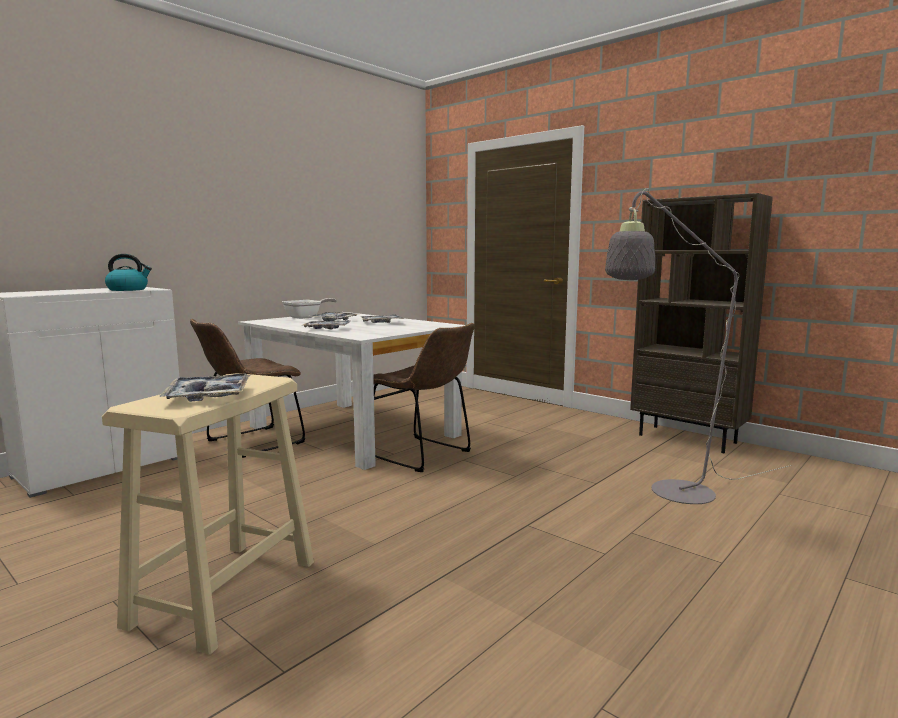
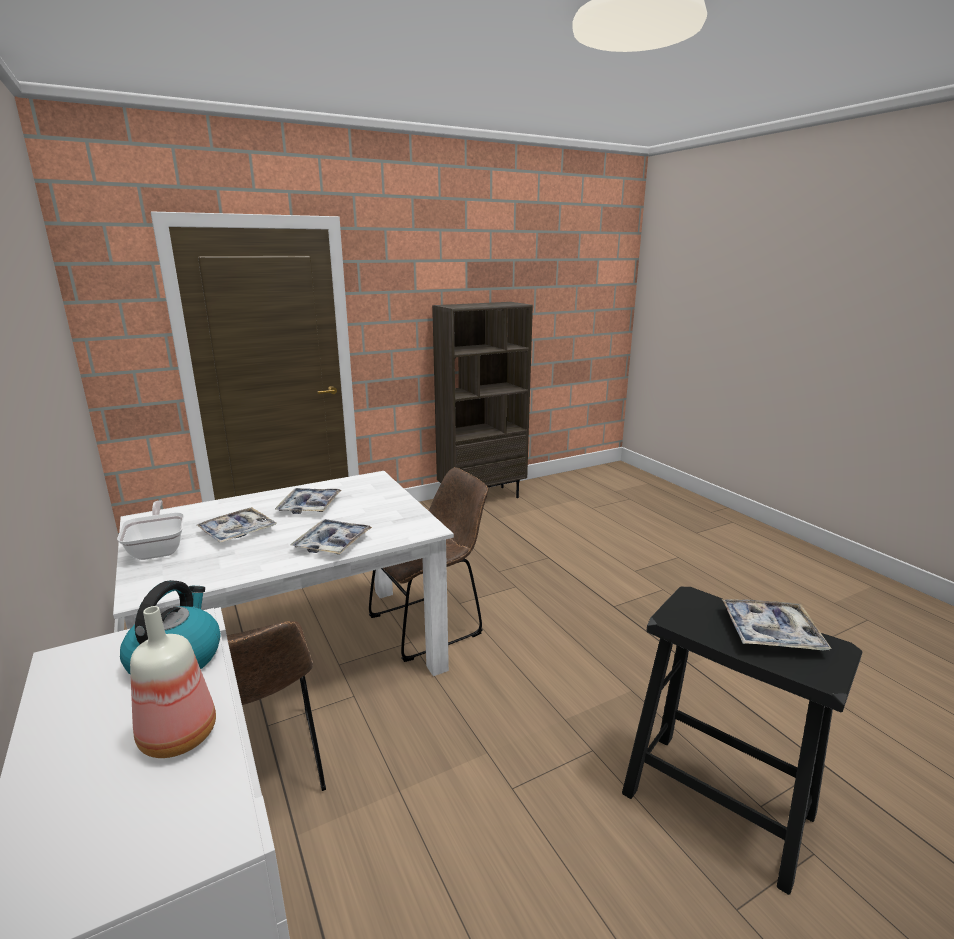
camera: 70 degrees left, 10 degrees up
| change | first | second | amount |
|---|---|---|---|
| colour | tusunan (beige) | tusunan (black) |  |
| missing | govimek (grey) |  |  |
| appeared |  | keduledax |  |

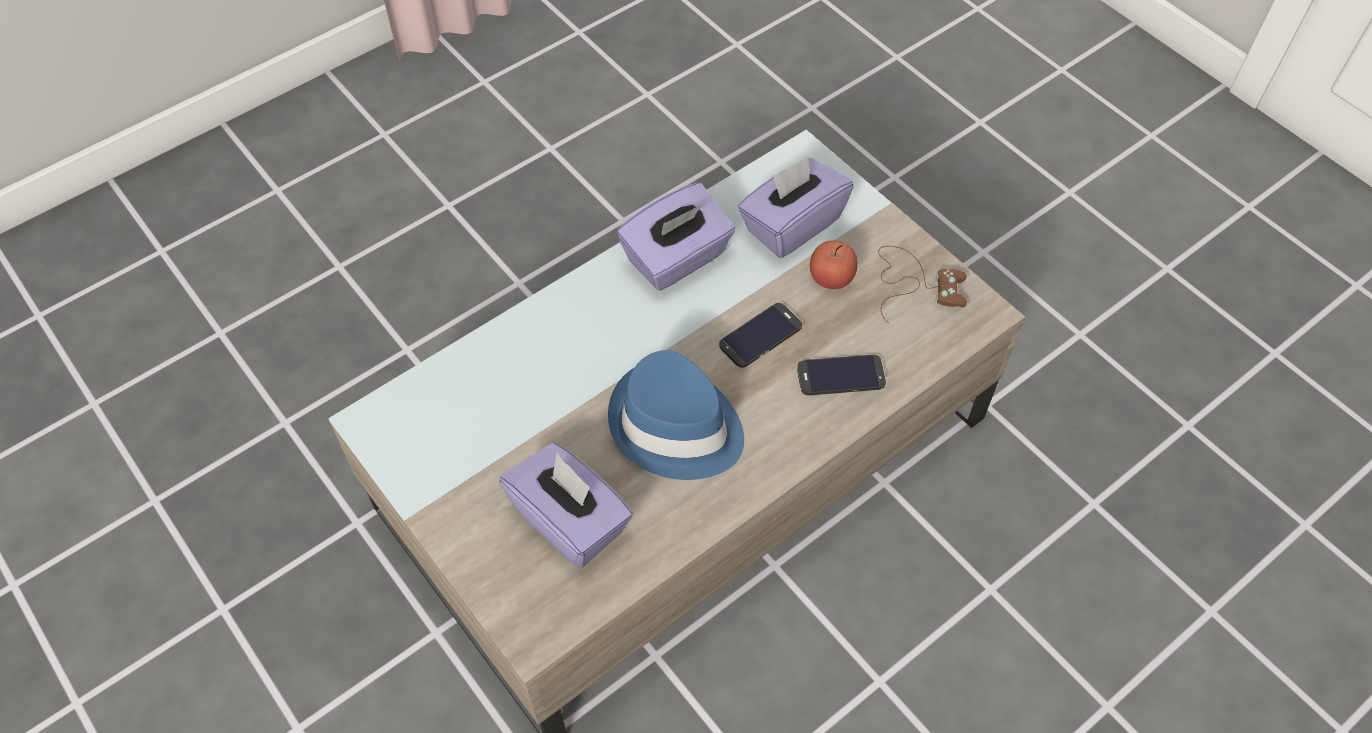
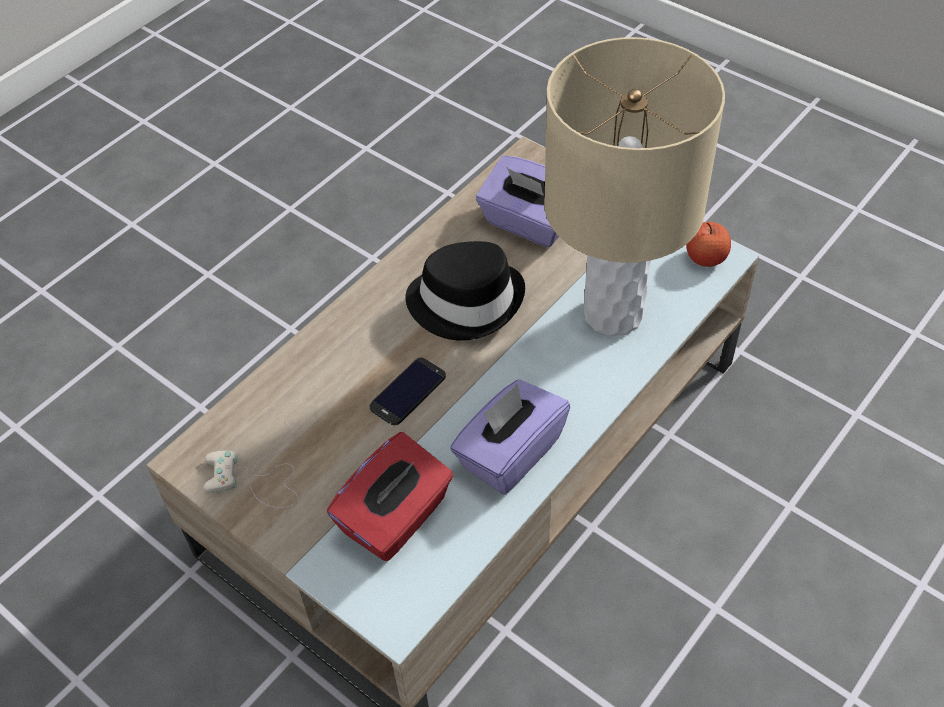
camera: 170 degrees right, 5 degrees down
| change | first | second | amount |
|---|---|---|---|
| colour | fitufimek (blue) | fitufimek (black) |  |
| colour | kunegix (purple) (no. 3 from left) | kunegix (red) |  |
| missing | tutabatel (no. 2 from left) |  |  |
| relocated | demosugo |  |  |
| colour | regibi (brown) | regibi (white) |  |
| appeared |  | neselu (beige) |  |

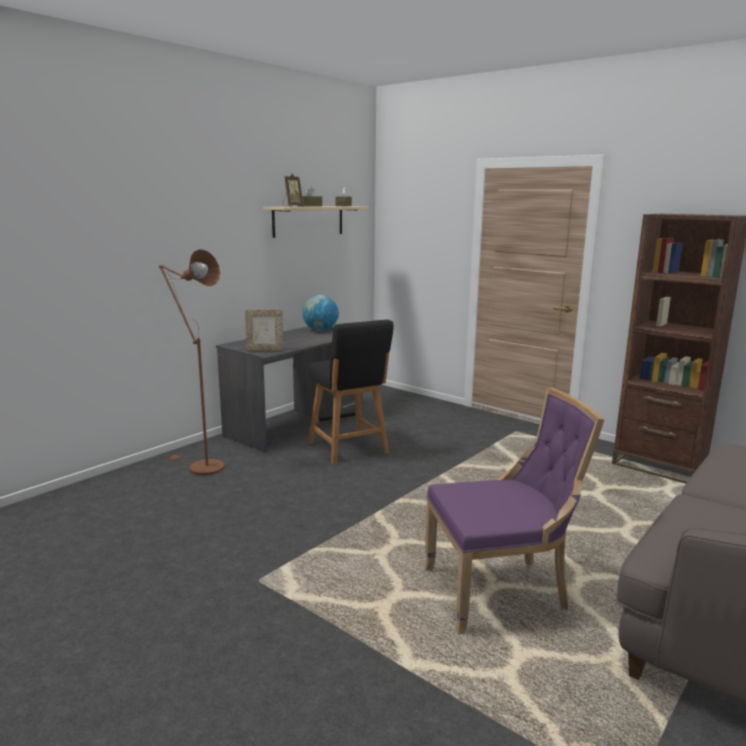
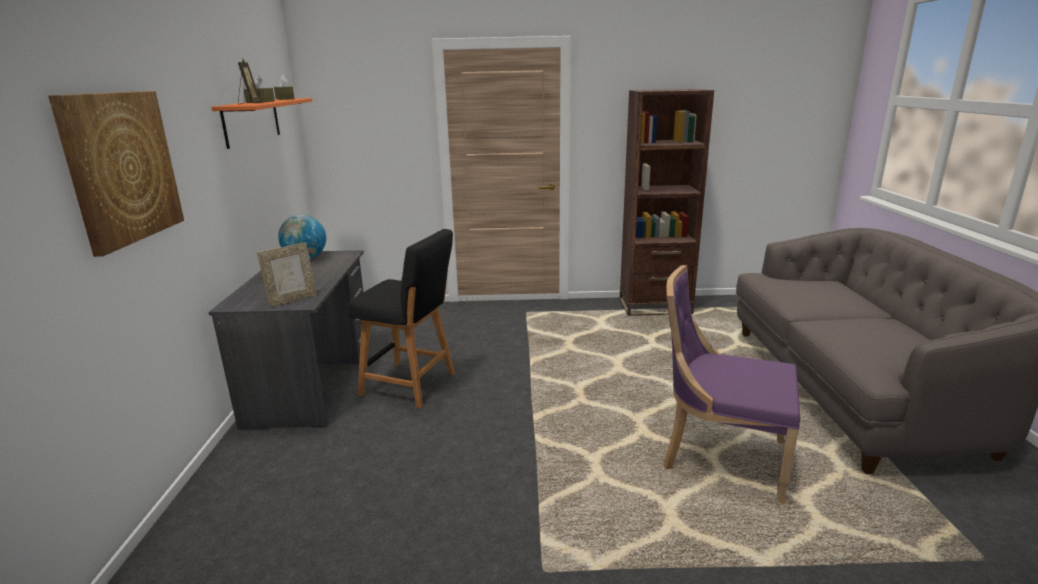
camera: 40 degrees left, 5 degrees up
| change | first | second | amount |
|---|---|---|---|
| missing | govimek (brown) |  |  |
| colour | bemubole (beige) | bemubole (orange) |  |
| spun | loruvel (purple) |  | 105 degrees counterclockwise |
| appeared |  | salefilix |  |

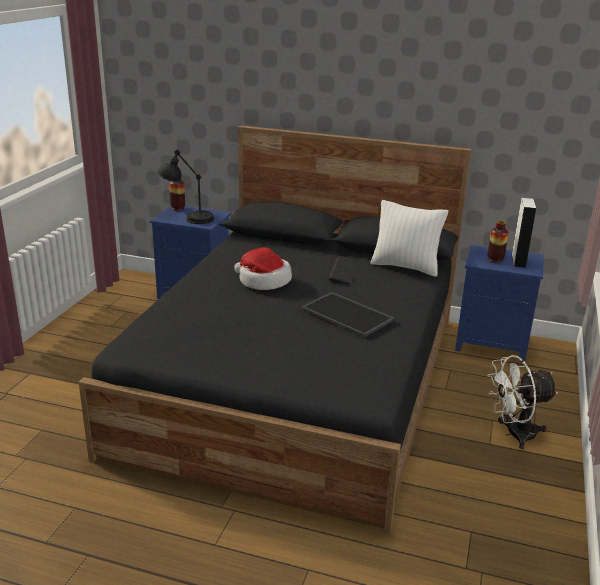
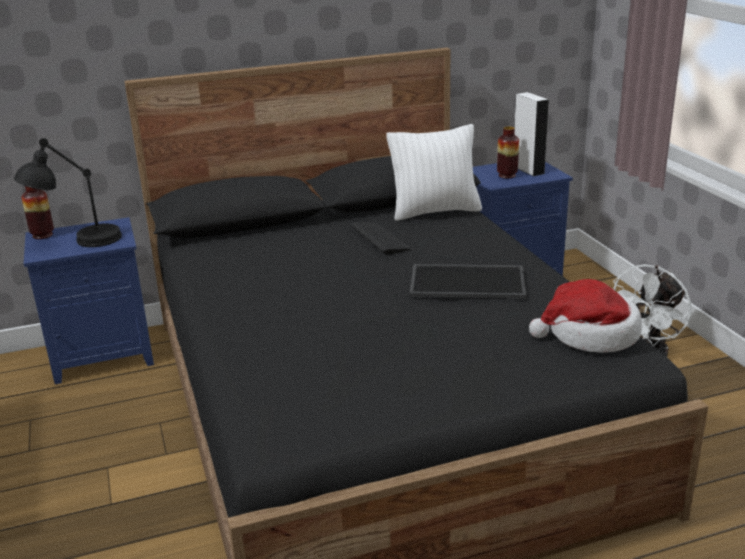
camera: 35 degrees left, 0 degrees up
| change | first | second | amount |
|---|---|---|---|
| relocated | fitufimek |  |  |

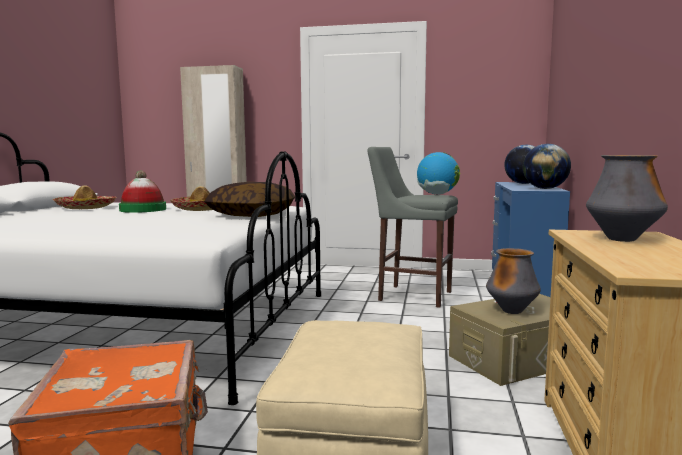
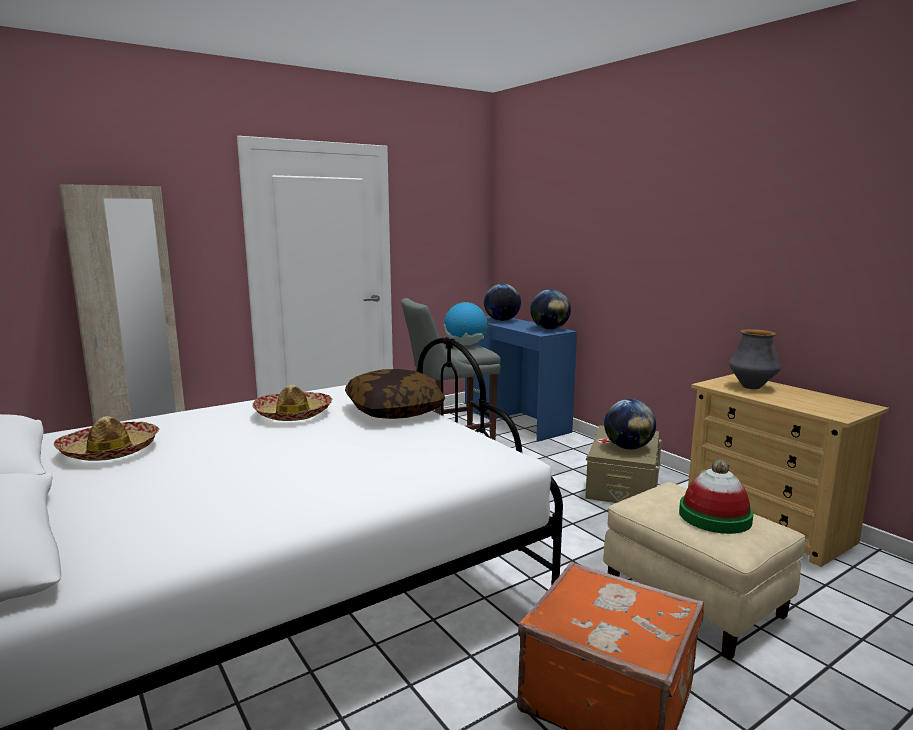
camera: 45 degrees left, 5 degrees up
| change | first | second | amount |
|---|---|---|---|
| relocated | fitufimek (no. 2 from left in the first image) | fitufimek (no. 3 from left) |  |
| exchanged | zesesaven (no. 1 from left) | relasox (no. 4 from left) |  |

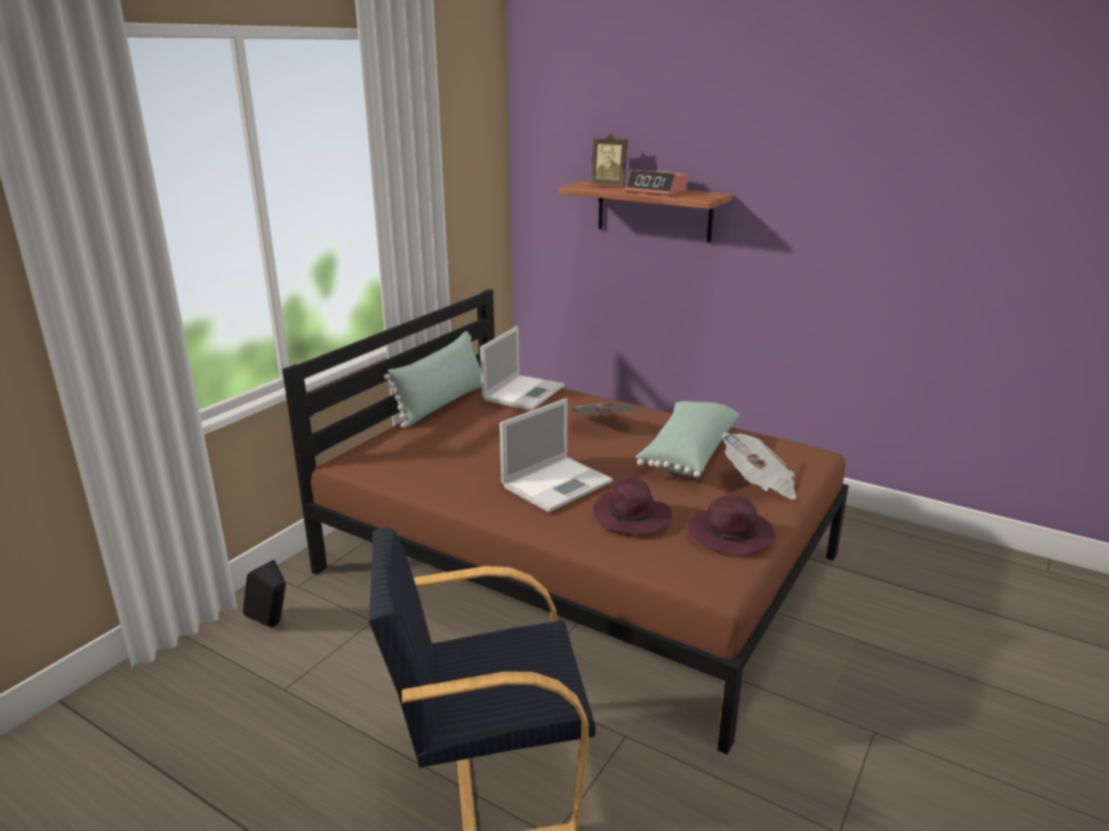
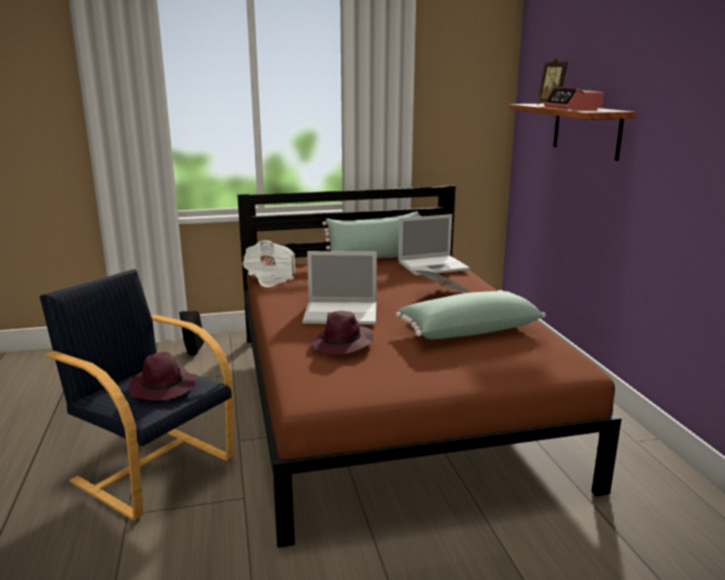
camera: 45 degrees right, 5 degrees down
| change | first | second | amount |
|---|---|---|---|
| relocated | fitufimek (purple) (no. 2 from left in the first image) | fitufimek (purple) (no. 1 from left) |  |
| relocated | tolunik (no. 2 from left in the first image) | tolunik (no. 1 from left) |  |

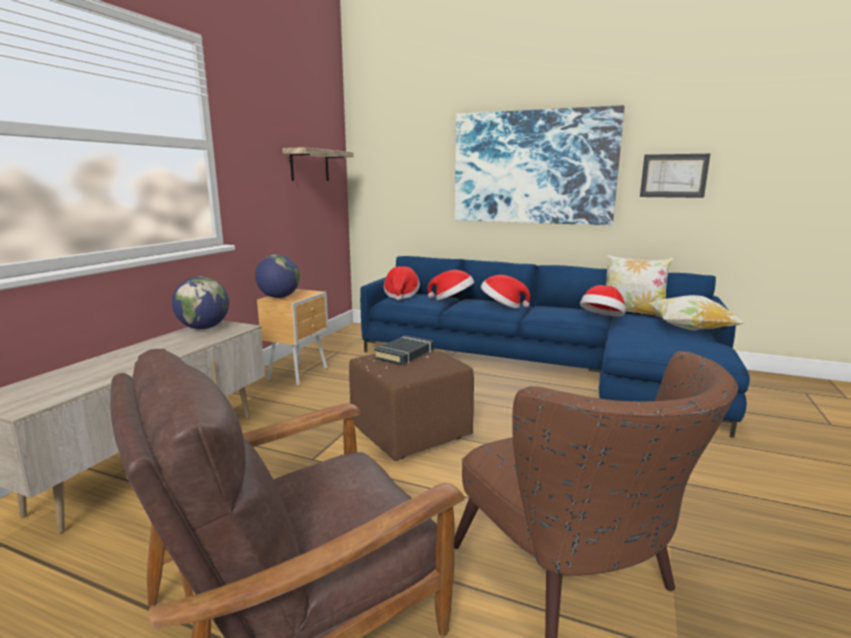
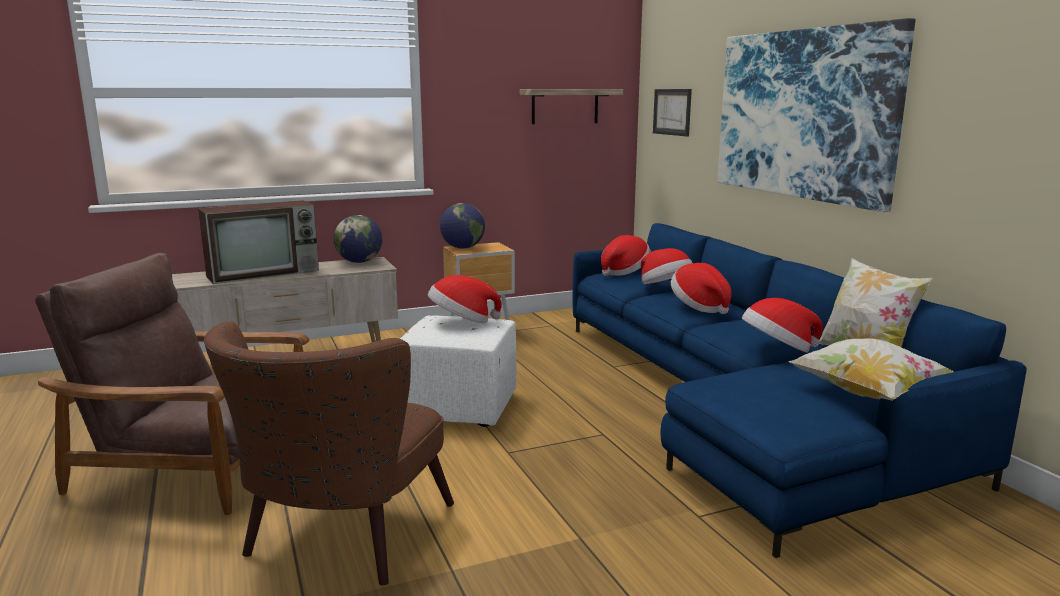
camera: 45 degrees right, 0 degrees up
| change | first | second | amount |
|---|---|---|---|
| colour | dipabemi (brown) | dipabemi (white) |  |
| exchanged | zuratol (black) | fitufimek (no. 1 from left) |  |
| relocated | salefilix (no. 2 from left in the first image) | salefilix (no. 1 from left) |  |
| appeared |  | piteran |  |

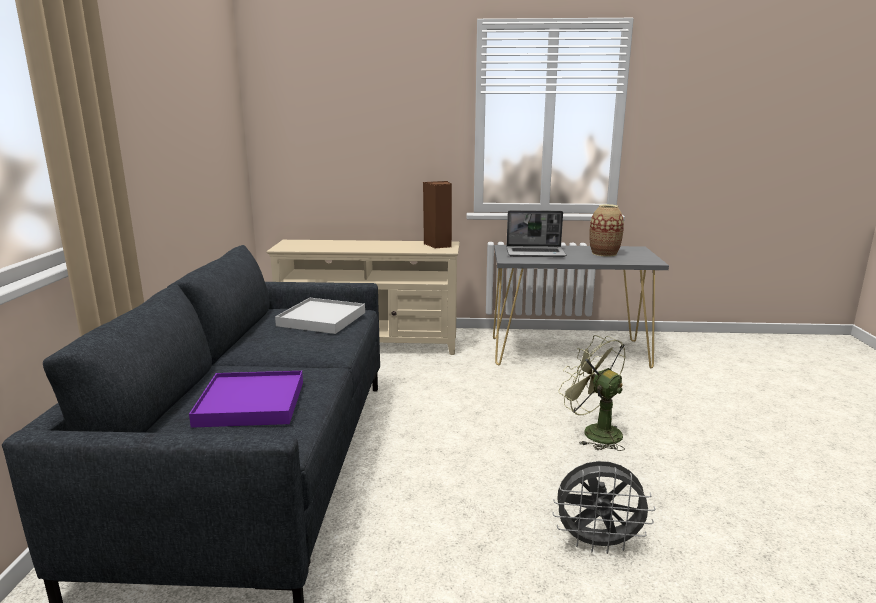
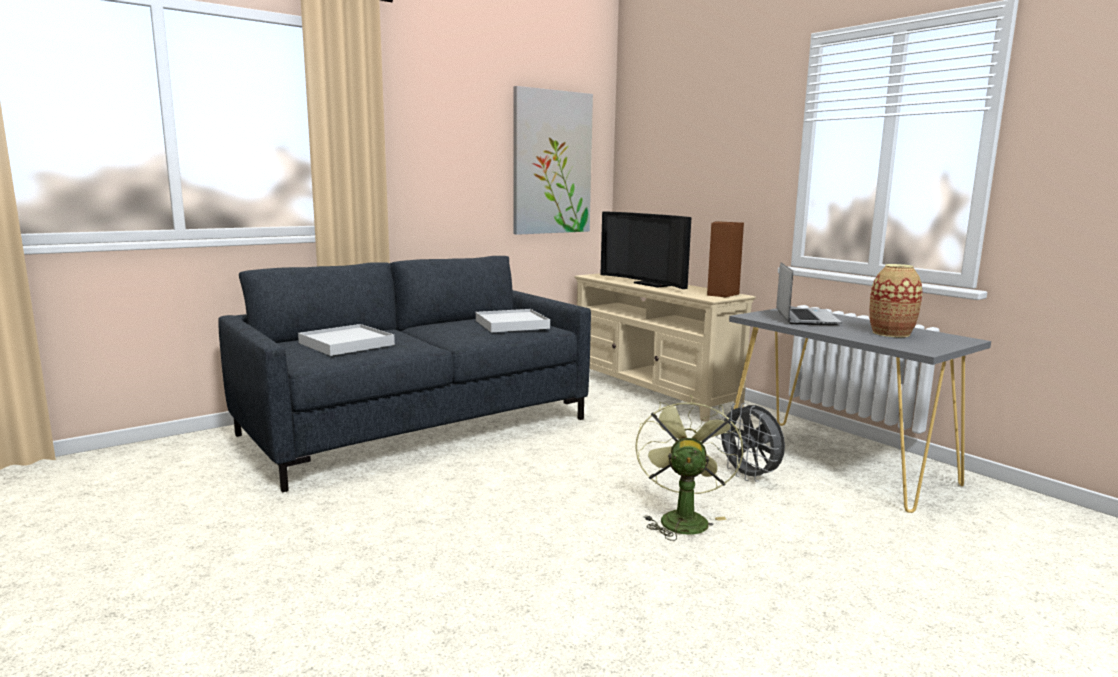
camera: 50 degrees right, 5 degrees down
| change | first | second | amount |
|---|---|---|---|
| colour | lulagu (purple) | lulagu (white) (no. 1 from left) |  |
| spun | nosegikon |  | 135 degrees counterclockwise |
| relocated | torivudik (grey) |  |  |
| appeared |  | salefilix |  |
| appeared |  | piteran |  |

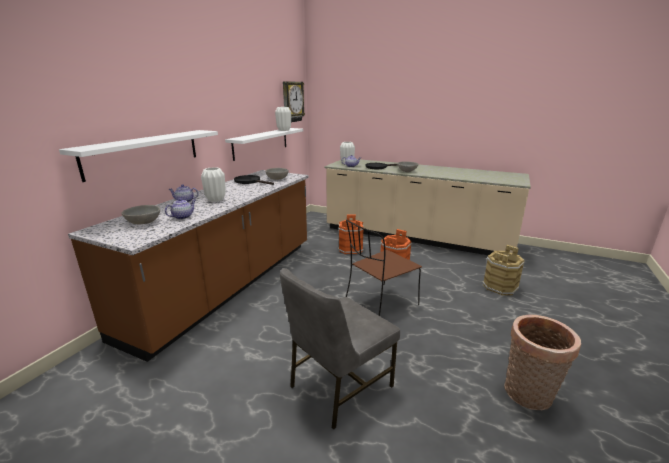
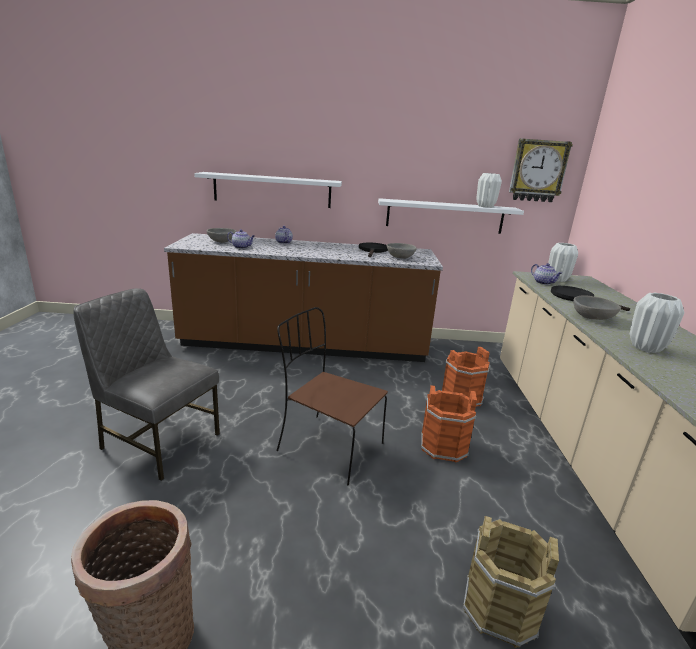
camera: 65 degrees right, 0 degrees up
| change | first | second | amount |
|---|---|---|---|
| relocated | zesesaven (white) (no. 1 from left in the first image) | zesesaven (white) (no. 3 from left) |  |

